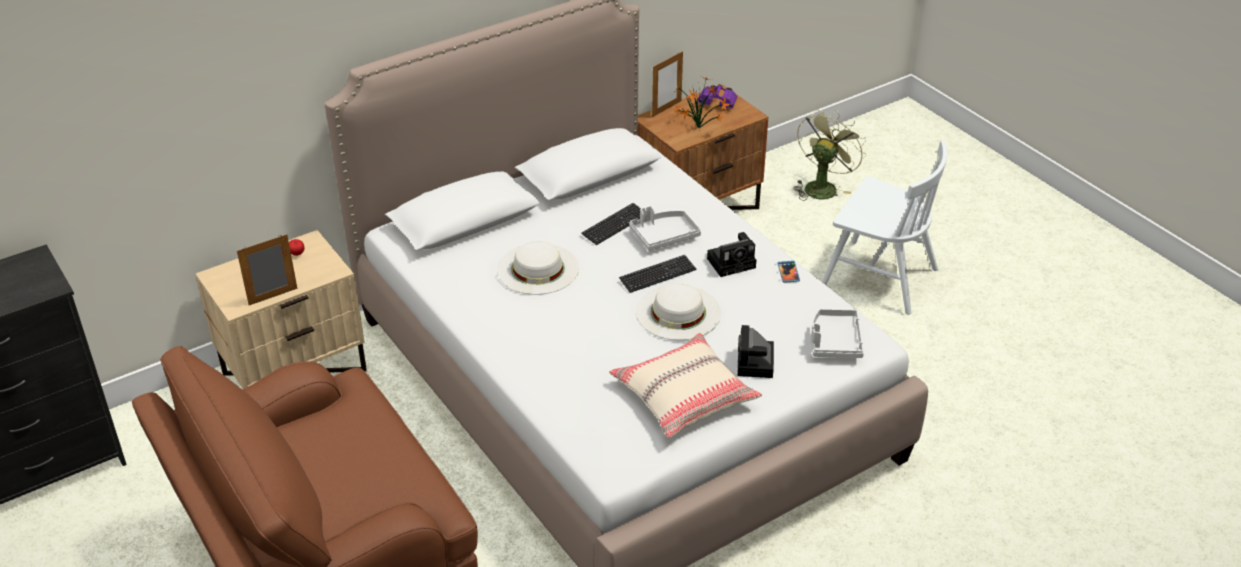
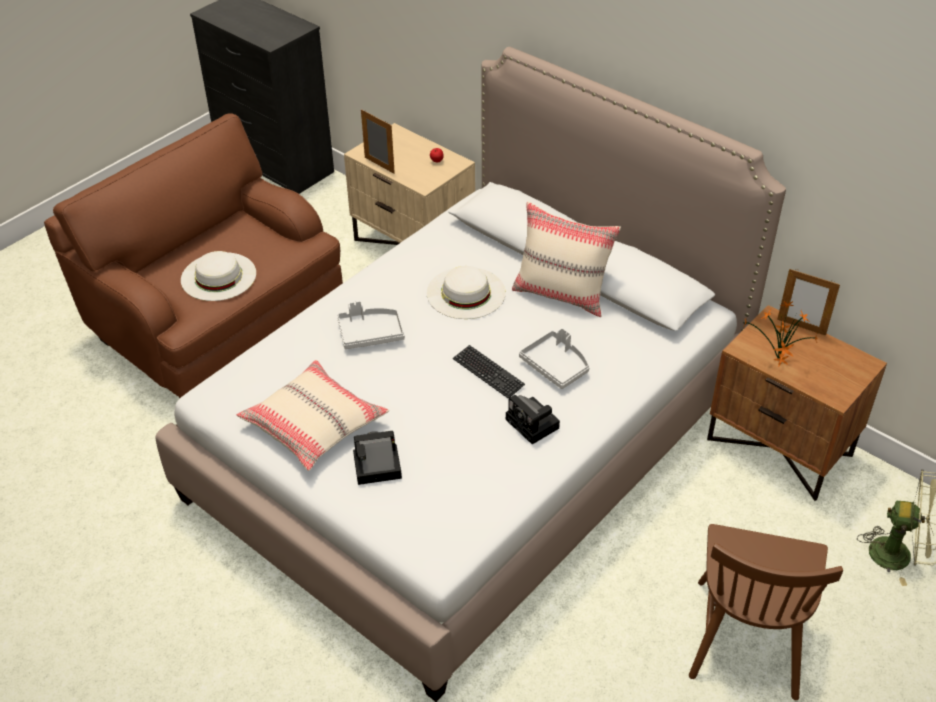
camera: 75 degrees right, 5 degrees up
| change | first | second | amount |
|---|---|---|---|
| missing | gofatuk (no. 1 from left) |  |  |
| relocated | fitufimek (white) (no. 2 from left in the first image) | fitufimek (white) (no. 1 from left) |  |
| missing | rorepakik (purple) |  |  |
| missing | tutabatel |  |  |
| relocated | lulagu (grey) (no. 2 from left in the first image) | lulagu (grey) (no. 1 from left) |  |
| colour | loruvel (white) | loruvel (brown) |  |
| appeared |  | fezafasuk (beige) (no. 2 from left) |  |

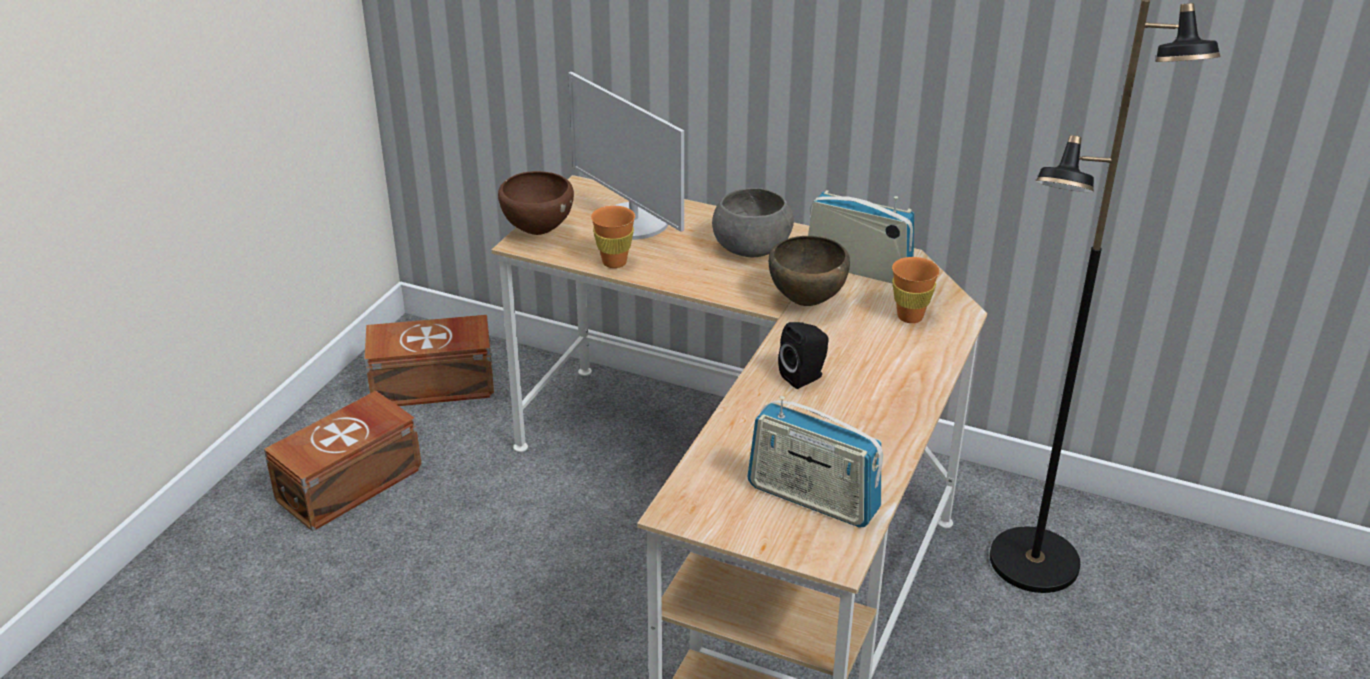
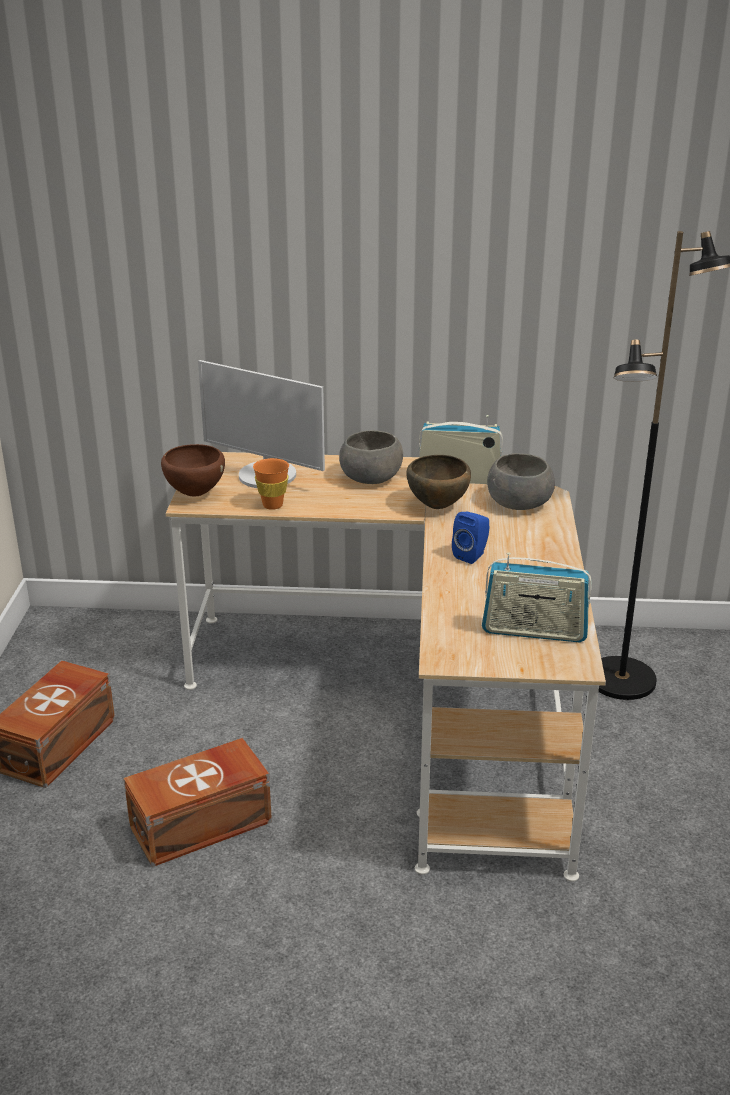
camera: 20 degrees left, 5 degrees down
| change | first | second | amount |
|---|---|---|---|
| relocated | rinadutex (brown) (no. 2 from left) |  |  |
| colour | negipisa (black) | negipisa (blue) |  |
| exchanged | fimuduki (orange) (no. 2 from left) | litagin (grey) (no. 2 from left) |  |

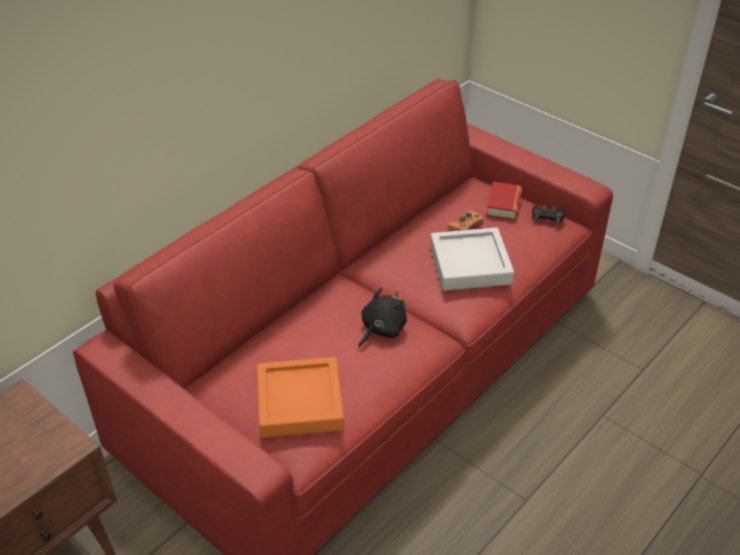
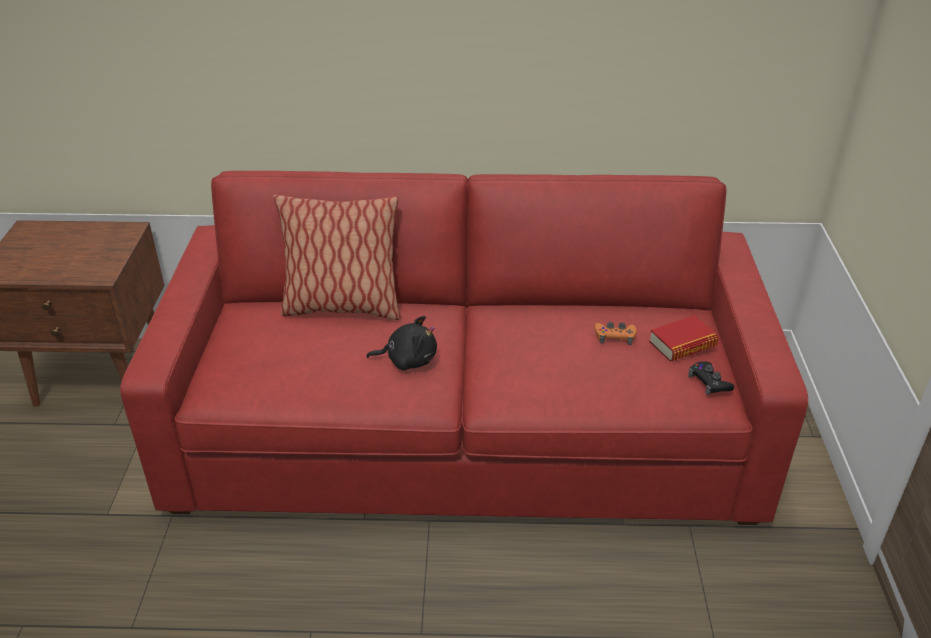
camera: 50 degrees right, 5 degrees down
| change | first | second | amount |
|---|---|---|---|
| missing | lulagu (orange) |  |  |
| missing | lulagu (grey) |  |  |
| appeared |  | fezafasuk |  |

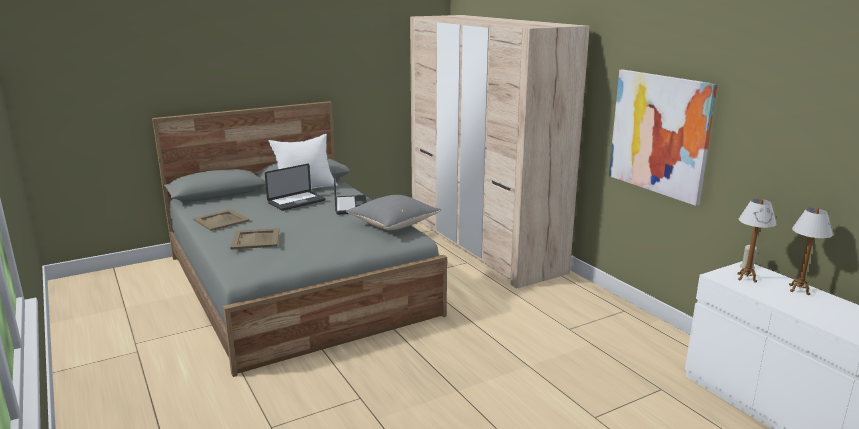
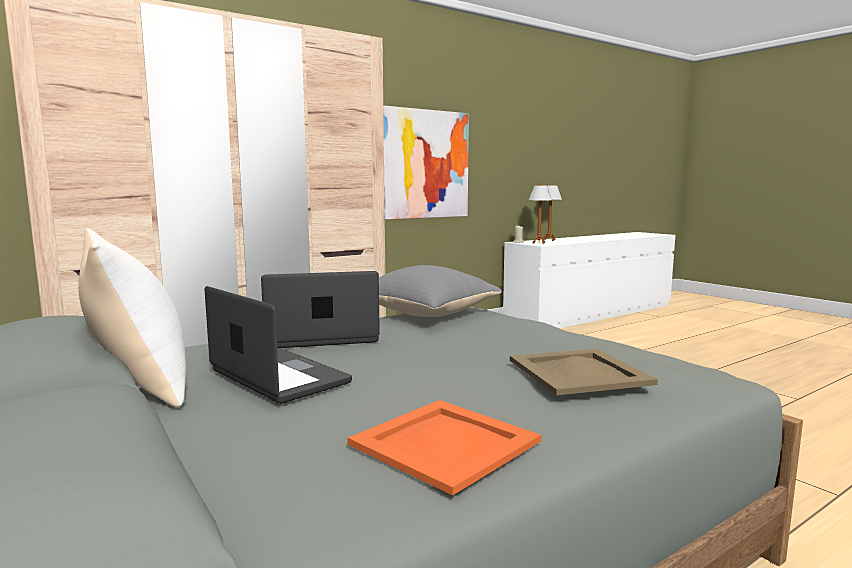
camera: 95 degrees left, 10 degrees down
| change | first | second | amount |
|---|---|---|---|
| colour | lulagu (beige) (no. 1 from left) | lulagu (orange) |  |

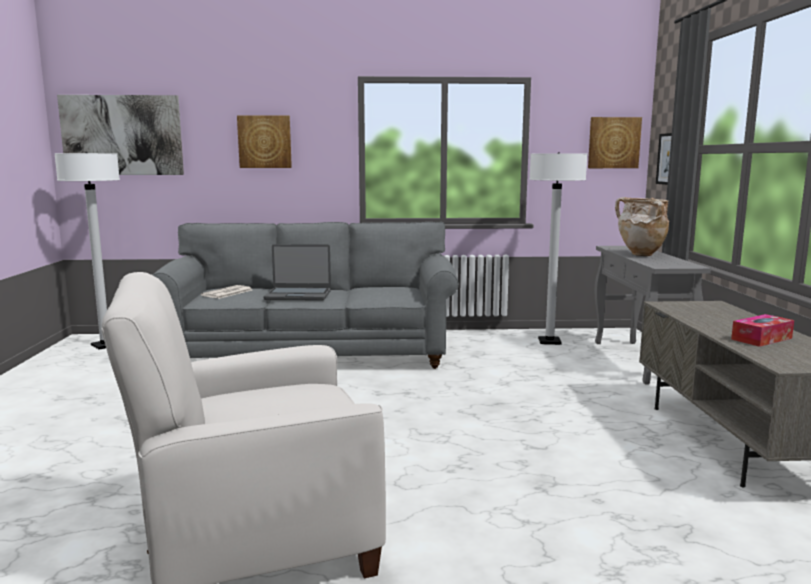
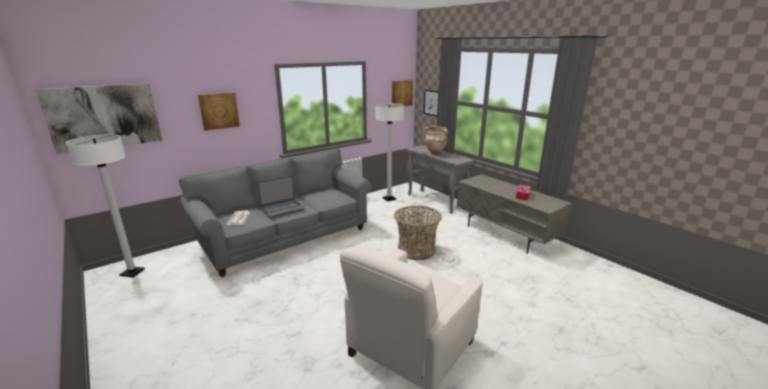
camera: 35 degrees left, 10 degrees up
| change | first | second | amount |
|---|---|---|---|
| appeared |  | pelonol |  |

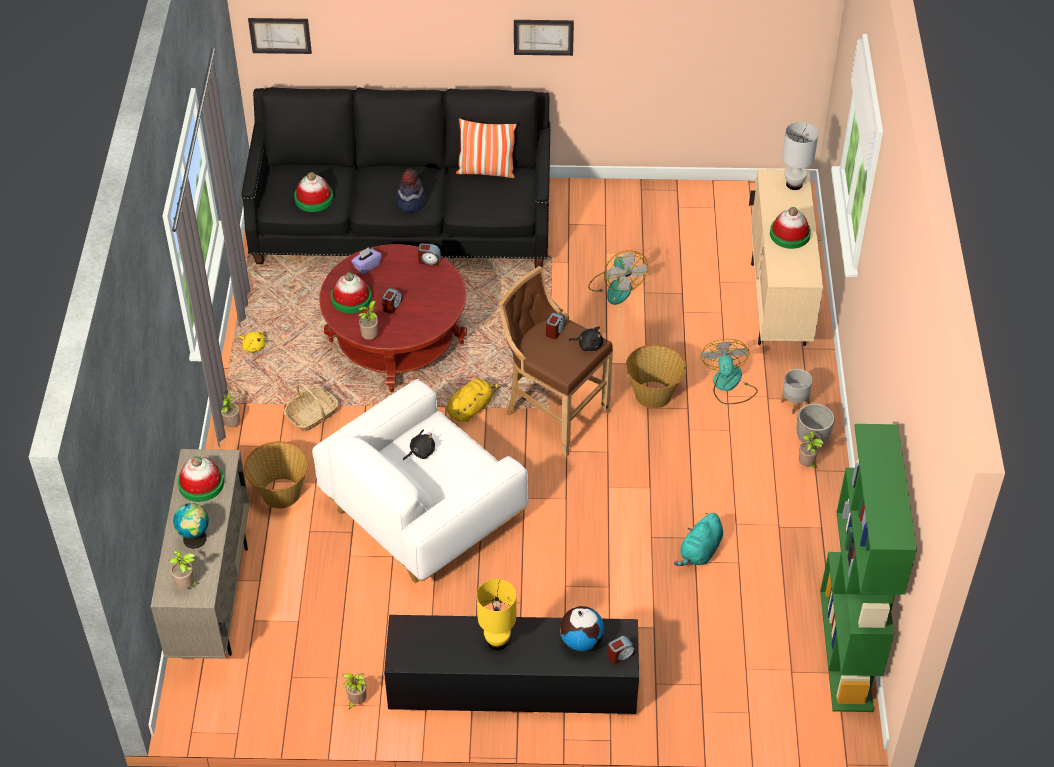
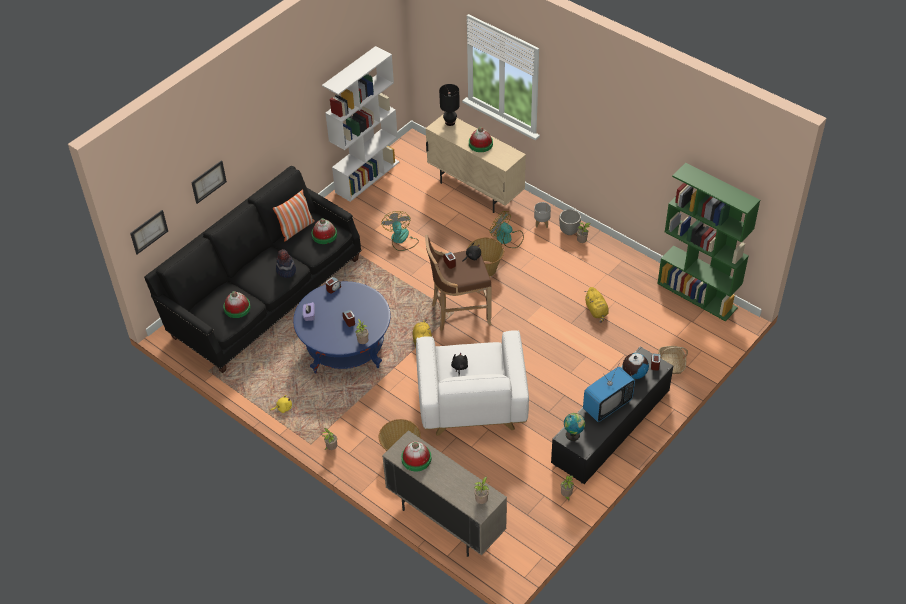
camera: 50 degrees left, 0 degrees up
| change | first | second | amount |
|---|---|---|---|
| relocated | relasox (no. 1 from left) |  |  |
| relocated | pelonol (no. 2 from left in the first image) | pelonol (no. 3 from left) |  |
| colour | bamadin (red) | bamadin (blue) |  |
| relocated | fitufimek (no. 3 from left) |  |  |
| exchanged | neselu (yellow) | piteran |  |
| relocated | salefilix (no. 2 from left) |  |  |
| spun | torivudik (no. 1 from left) |  | 120 degrees counterclockwise |
| colour | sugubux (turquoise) | sugubux (yellow) (no. 3 from left) |  |
| colour | neselu (white) | neselu (black) |  |
| appeared |  | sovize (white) |  |

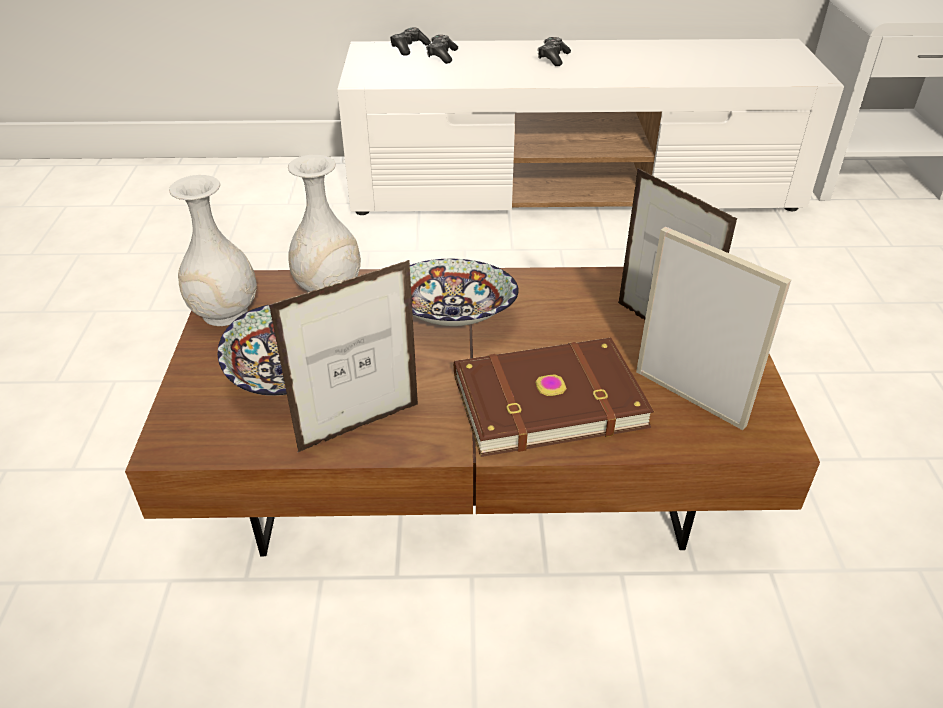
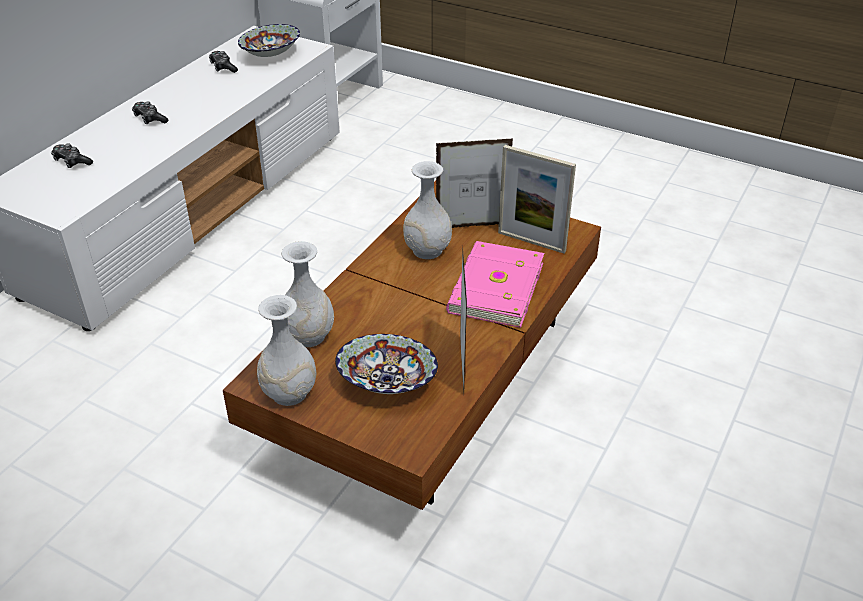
camera: 60 degrees left, 0 degrees up
| change | first | second | amount |
|---|---|---|---|
| relocated | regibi (no. 1 from left in the first image) | regibi (no. 3 from left) |  |
| relocated | litagin (no. 2 from left in the first image) | litagin (no. 1 from left) |  |
| colour | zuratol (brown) | zuratol (pink) |  |
| spun | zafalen (no. 3 from left) |  | 135 degrees counterclockwise |
| appeared |  | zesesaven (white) (no. 3 from left) |  |

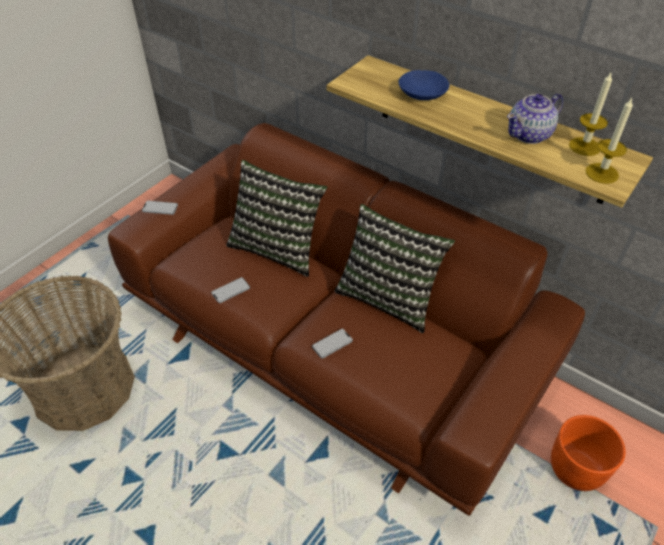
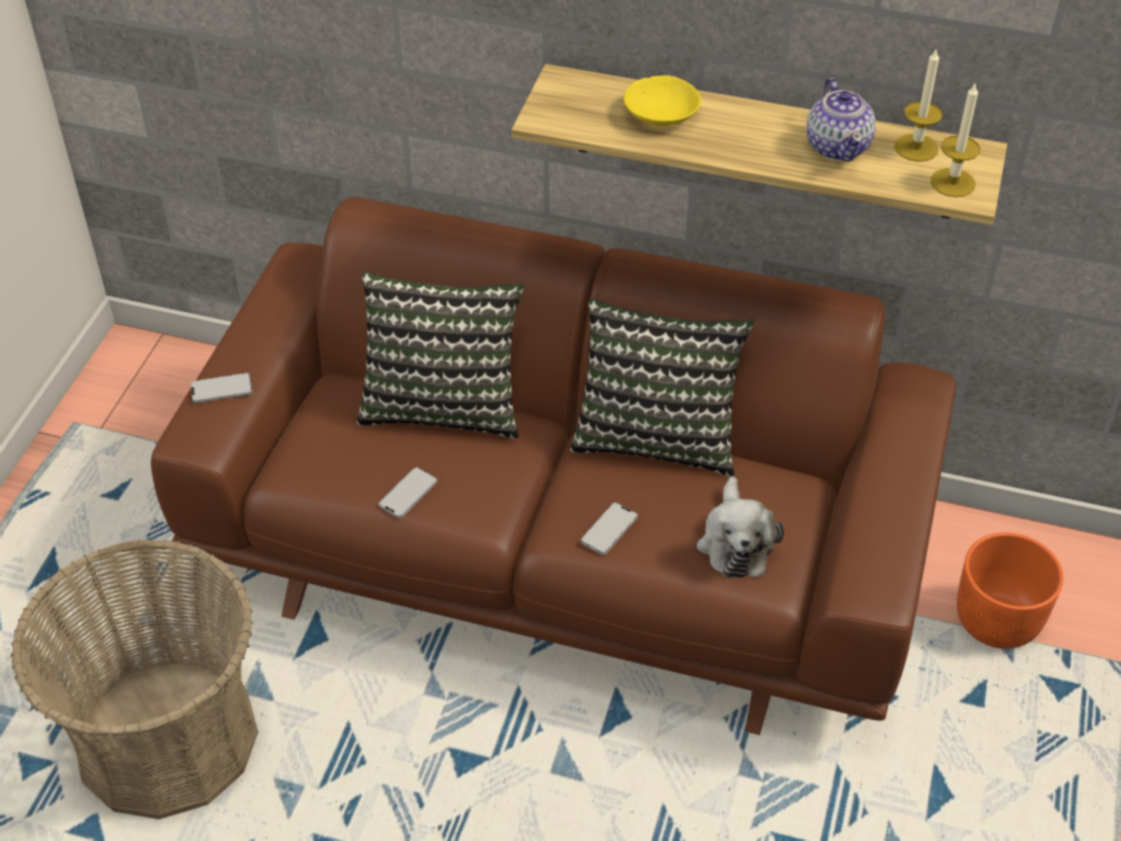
camera: 20 degrees left, 0 degrees up
| change | first | second | amount |
|---|---|---|---|
| colour | litagin (blue) | litagin (yellow) |  |
| spun | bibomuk |  | 45 degrees counterclockwise |
| appeared |  | sugubux |  |

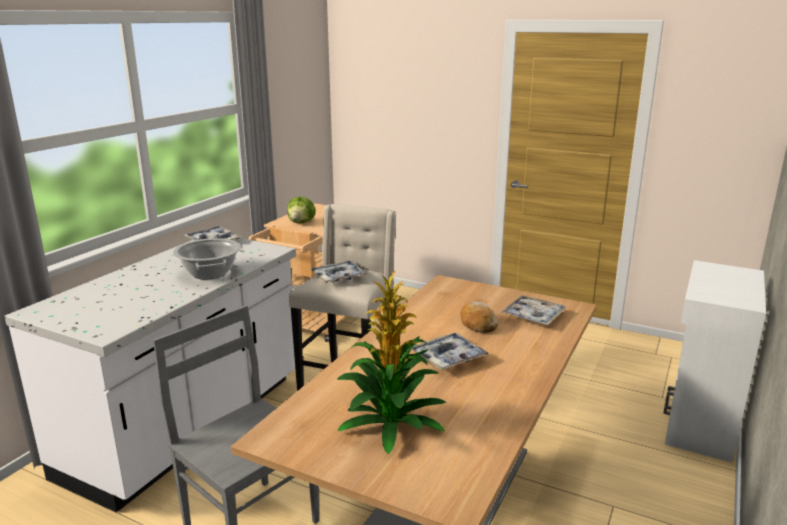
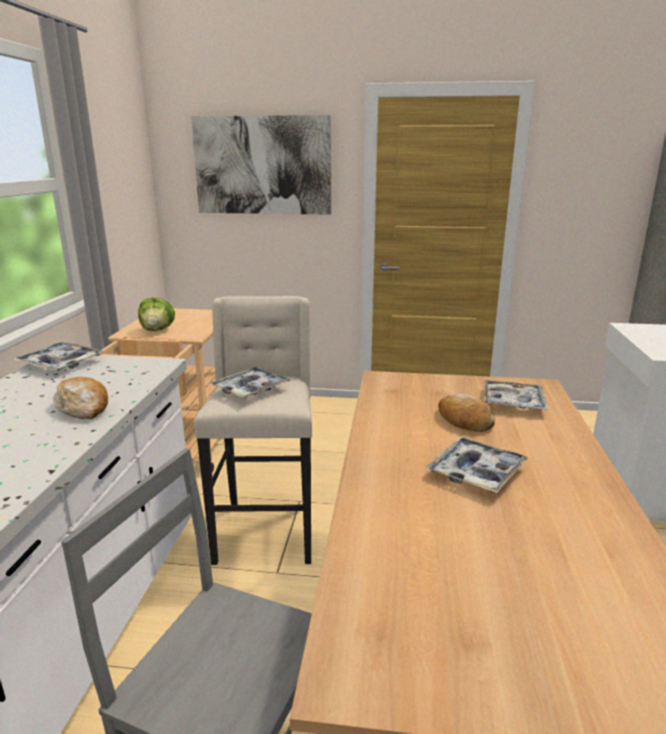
camera: 20 degrees left, 0 degrees up
| change | first | second | amount |
|---|---|---|---|
| exchanged | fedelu | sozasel (no. 1 from left) |  |
| missing | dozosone |  |  |
| appeared |  | salefilix |  |

